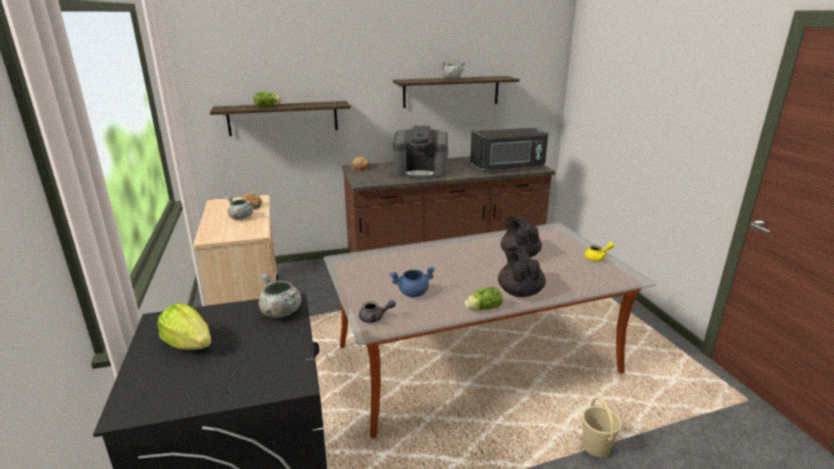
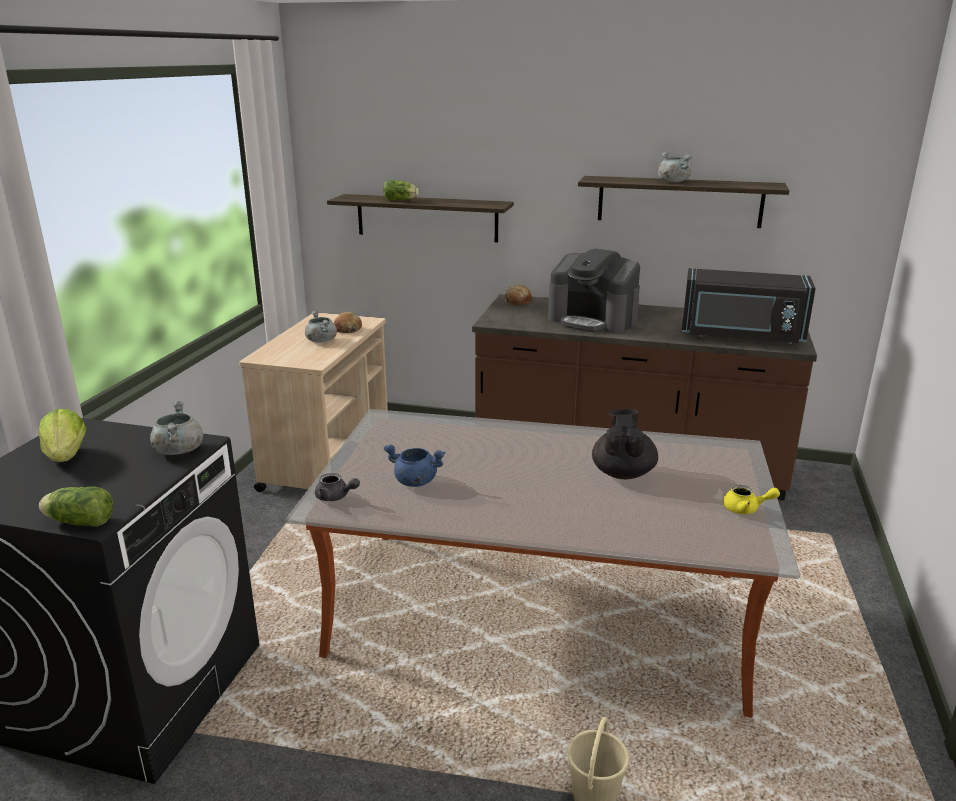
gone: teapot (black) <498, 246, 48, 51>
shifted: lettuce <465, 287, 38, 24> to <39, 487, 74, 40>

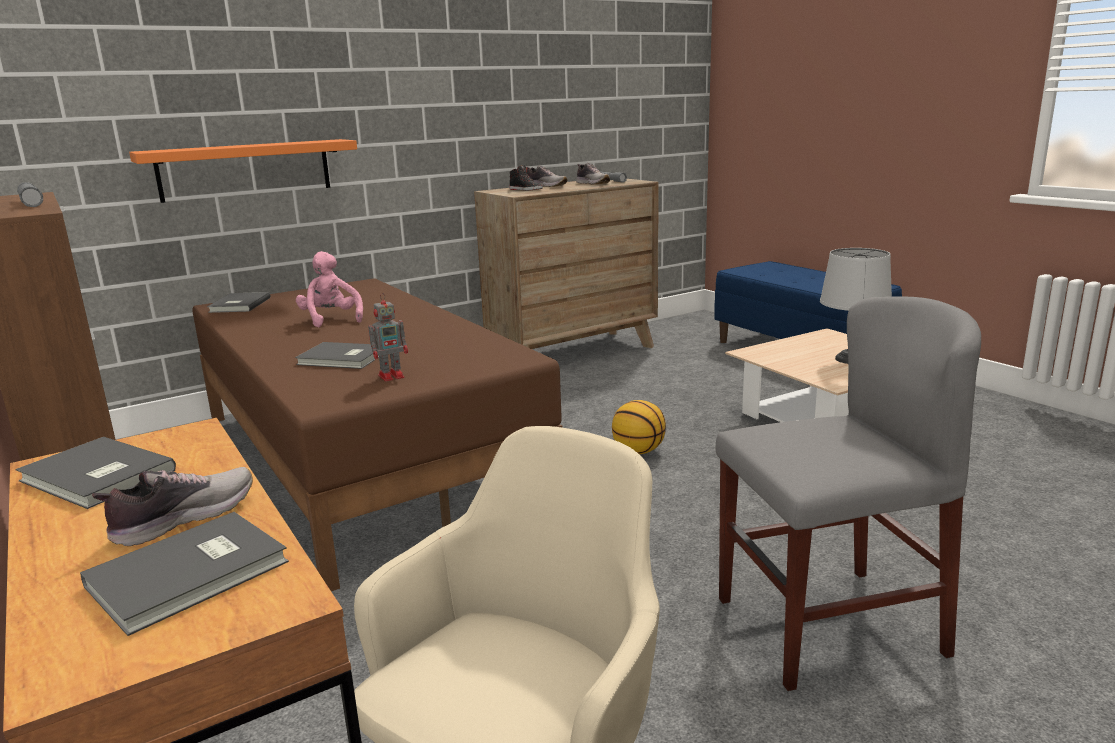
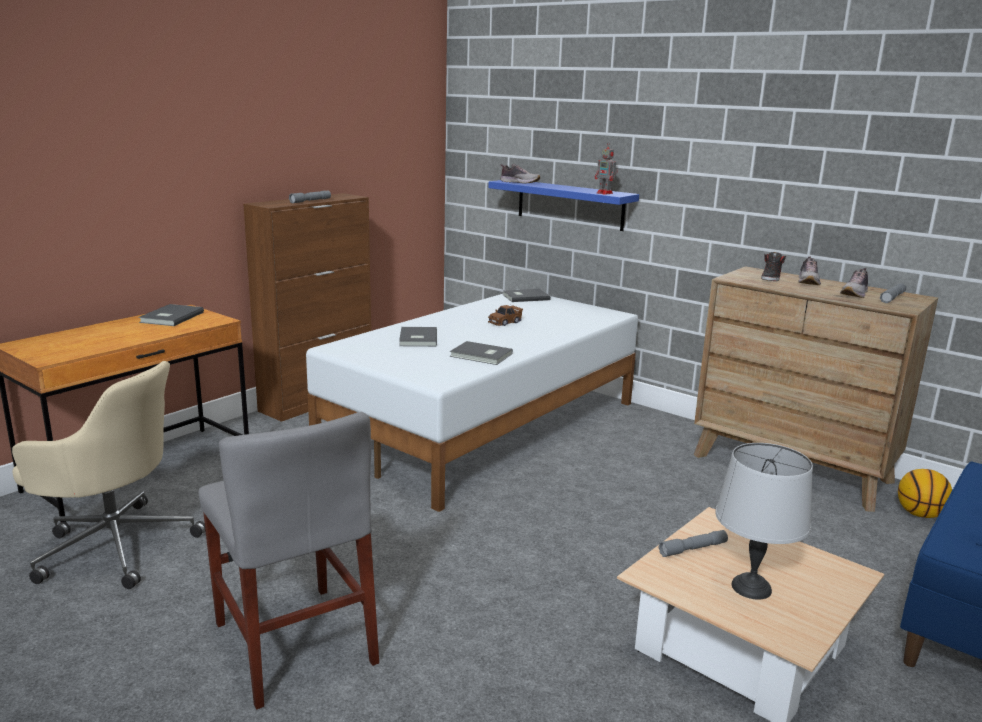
new: flashlight (grey) <658, 530, 70, 27>
shifted: book (grey) <80, 512, 209, 124> to <450, 341, 63, 24>; shoe <92, 467, 161, 79> to <500, 164, 40, 19>; toy robot <368, 293, 40, 88> to <595, 144, 23, 51>; basketball <612, 400, 54, 54> to <898, 469, 54, 49>
swapped: plush toy (pink) <296, 251, 67, 76> to toy car (brown) <488, 305, 35, 21>
repainted: bed (brown) <192, 278, 371, 313> to bed (white) <306, 289, 332, 223>; shelf (orange) <129, 139, 228, 64> to shelf (blue) <488, 180, 151, 51>

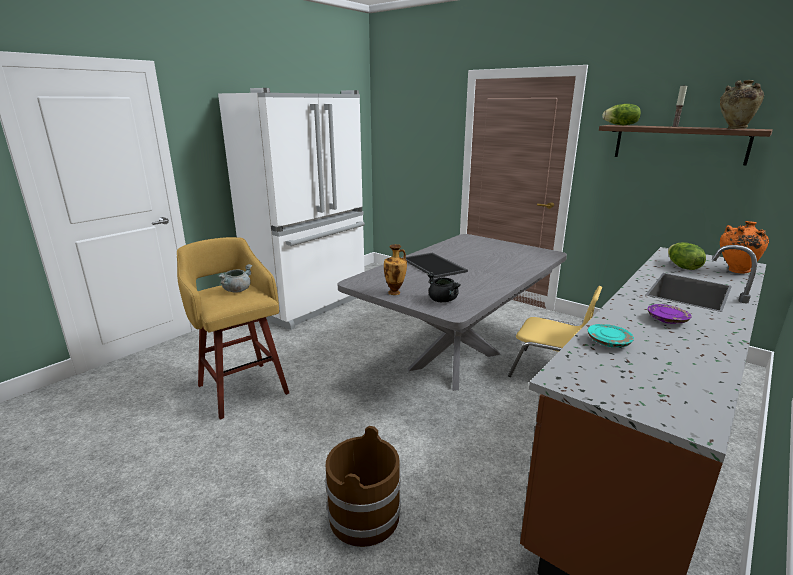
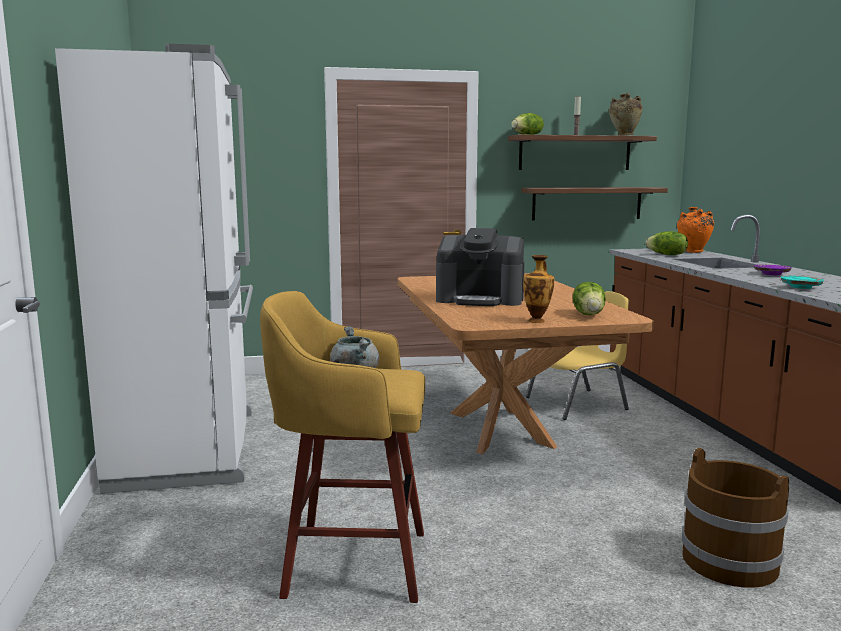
new: shelf <521, 187, 147, 33>
swapped: tray <406, 253, 62, 25> to coffee machine <436, 228, 89, 78>; cooking pot (black) <427, 272, 34, 30> to lettuce <573, 282, 33, 33>
repainted: dining table (grey) <338, 234, 229, 157> to dining table (brown) <398, 273, 256, 181>

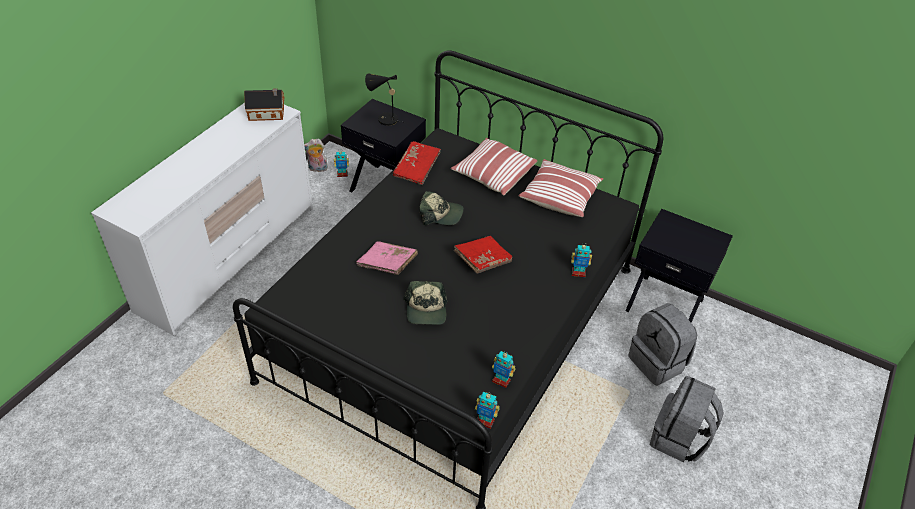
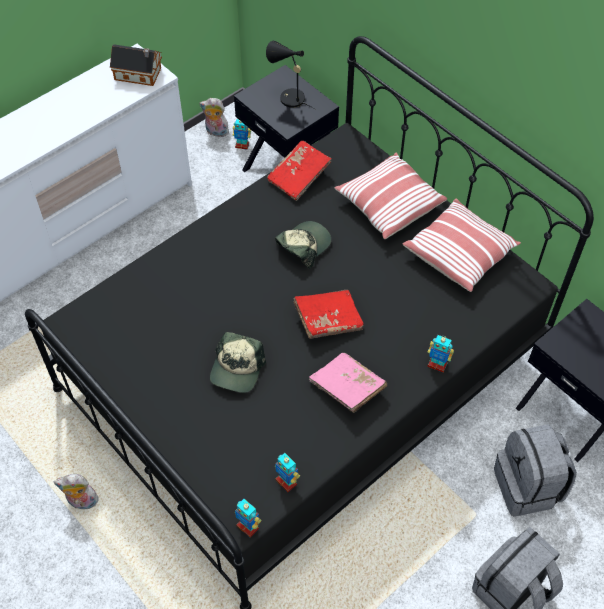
new: plush toy <54, 474, 45, 35>
shifted: book (pink) <356, 241, 62, 34> to <309, 353, 78, 60>
rotated: cap <419, 191, 45, 34> = <275, 221, 56, 48> 75 degrees counterclockwise

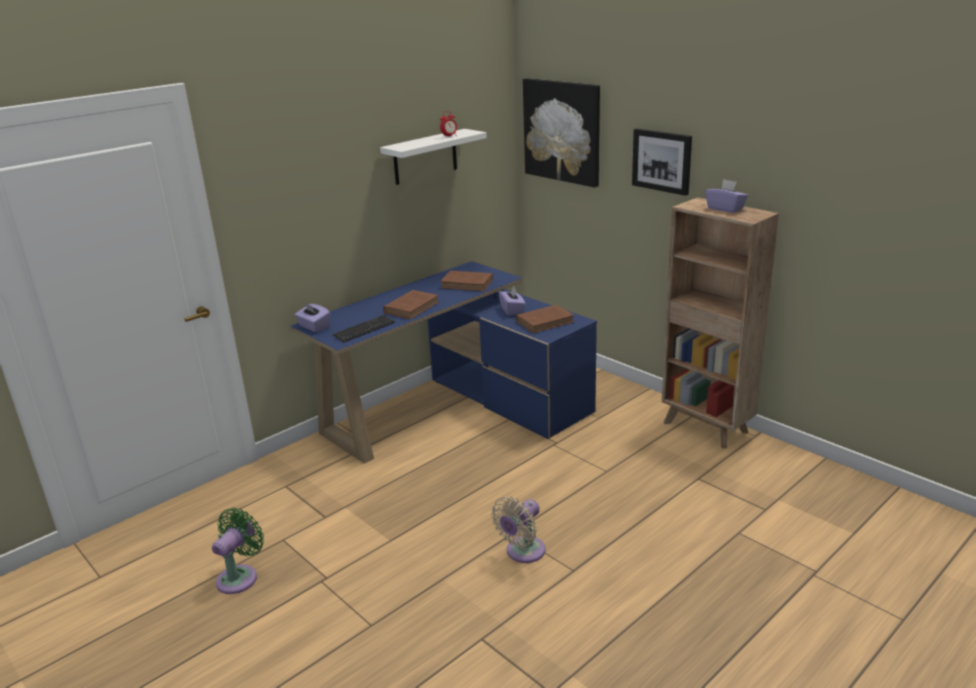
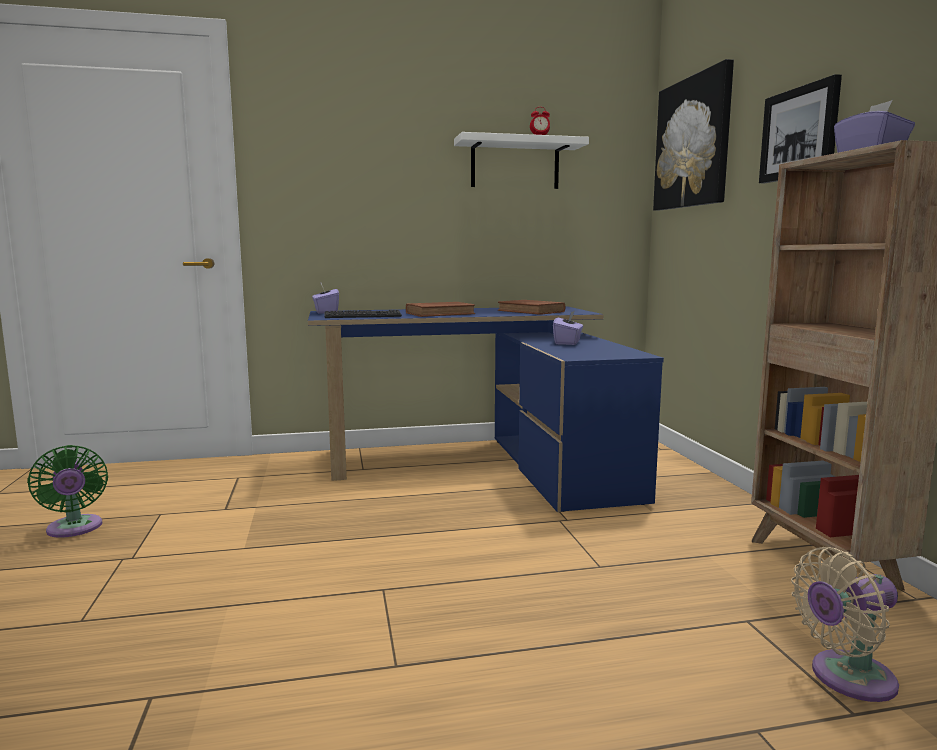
gone: book (brown) <516, 305, 58, 28>
shifted: fan (beige) <491, 497, 54, 66> to <791, 547, 108, 155>
rotated: fan (green) <212, 508, 52, 86> = <27, 445, 81, 93> 90 degrees clockwise

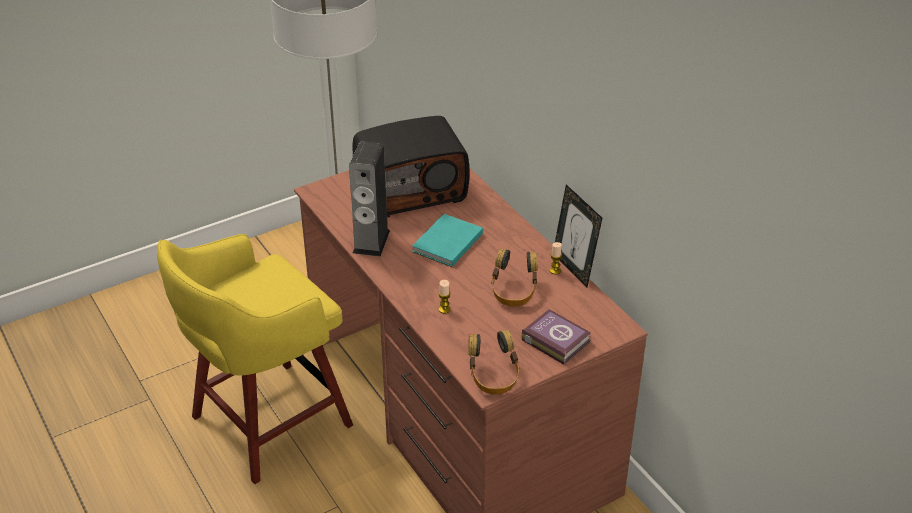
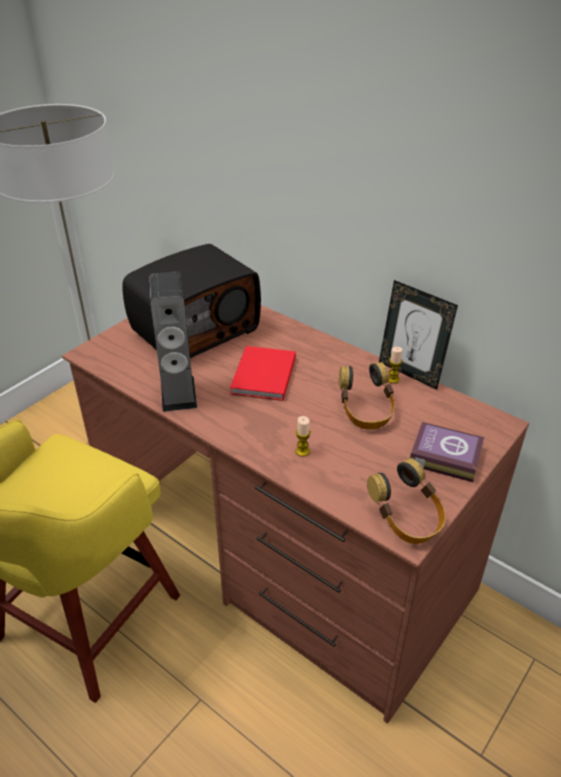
repainted: book (turquoise) <412, 214, 71, 53> to book (red) <230, 346, 66, 55>

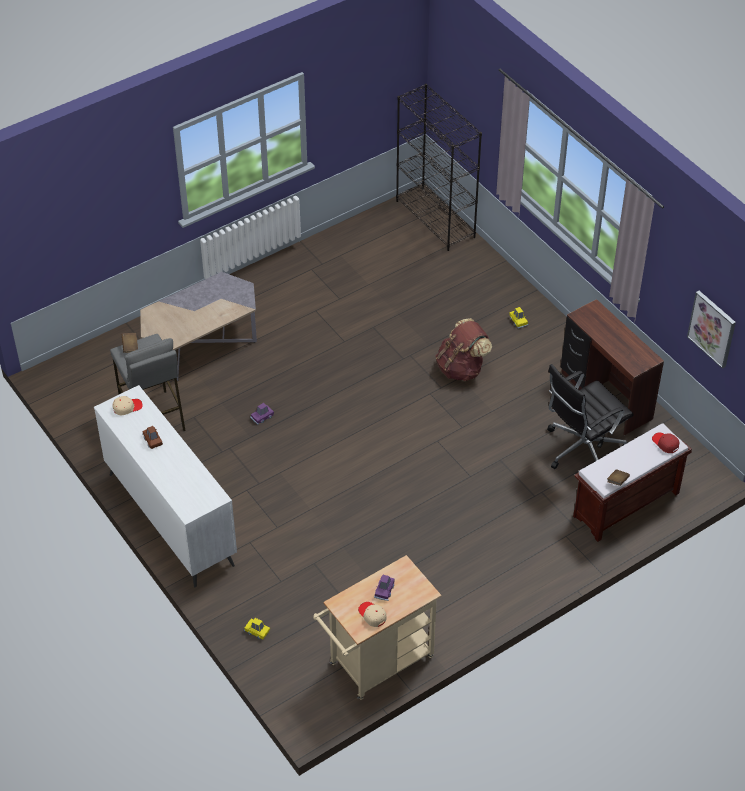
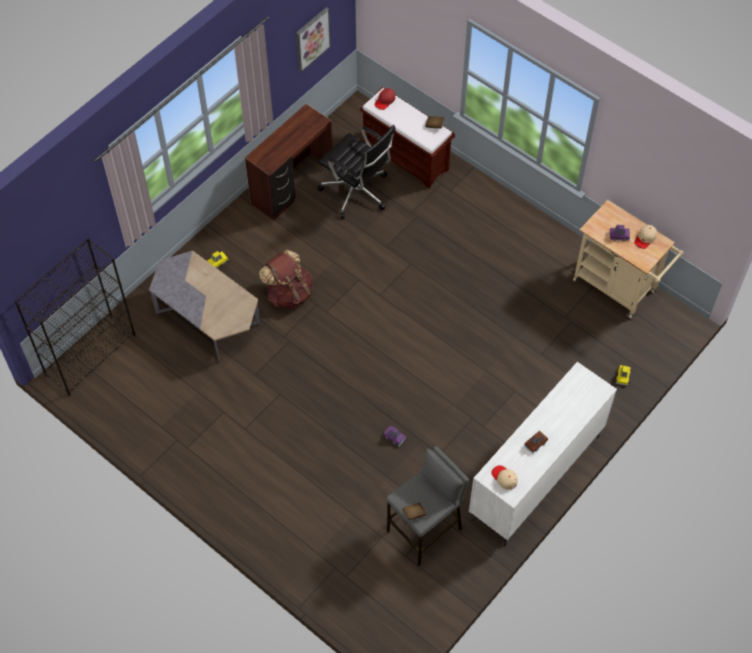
shifted: coffee table (grey) <140, 272, 117, 109> to <149, 251, 111, 111>

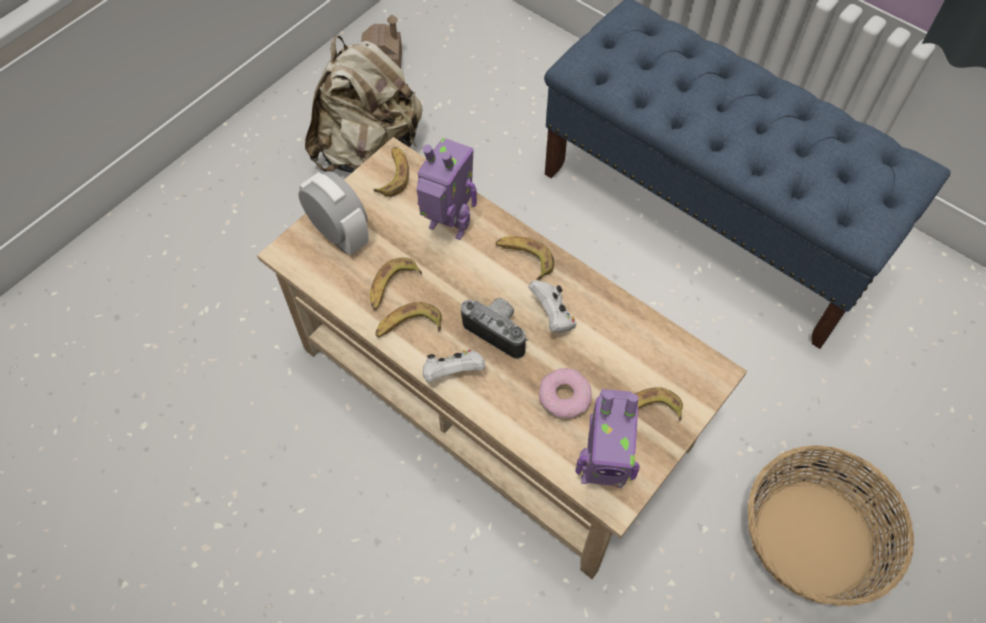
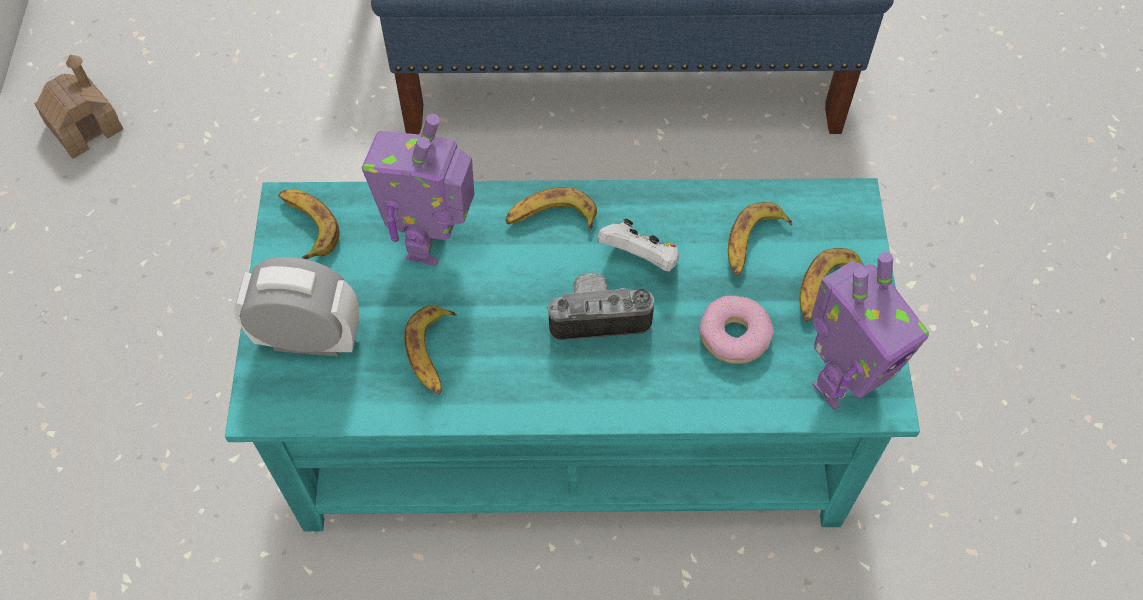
gone: backpack (beige) <305, 36, 118, 137>; game controller (white) <423, 350, 62, 32>; basket <748, 446, 166, 160>
shifted: banana <375, 302, 67, 36> to <728, 202, 64, 74>
repainted: coffee table (beige) <257, 137, 490, 442> to coffee table (turquoise) <225, 178, 695, 353>
rotated: toy robot <417, 138, 60, 102> = <362, 113, 112, 153> 60 degrees counterclockwise

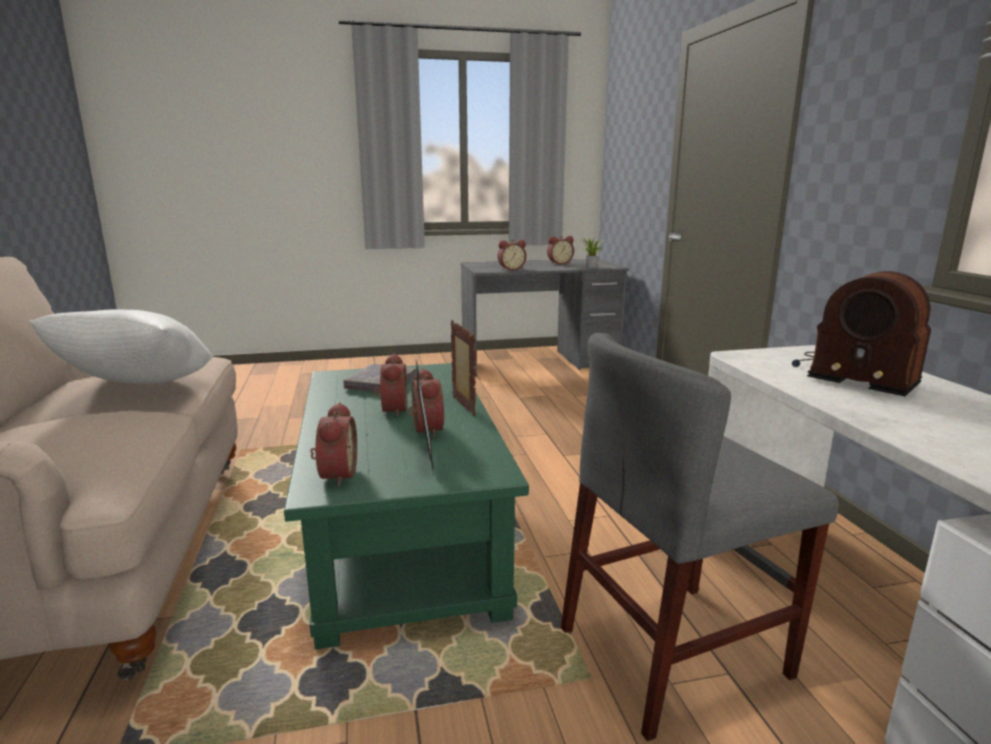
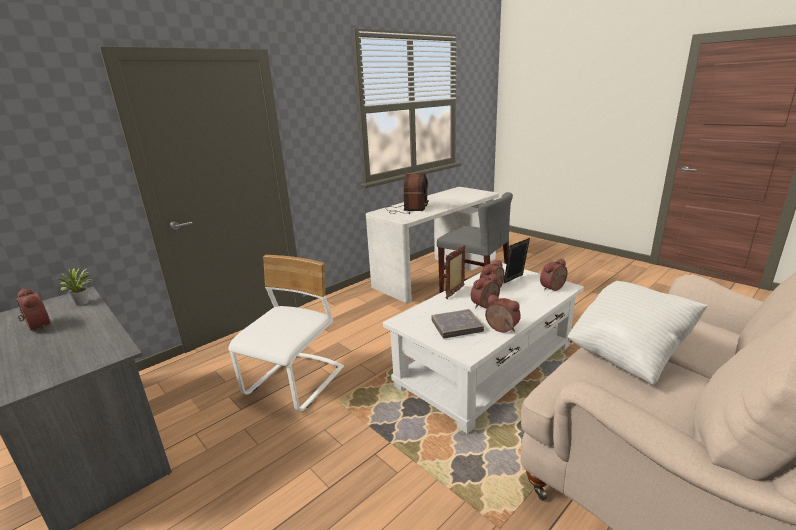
new: chair (white) <228, 255, 116, 156>
shifted: alarm clock <498, 240, 28, 30> to <485, 294, 36, 39>
repainted: coffee table (green) <284, 363, 245, 287> to coffee table (white) <383, 263, 201, 171>

